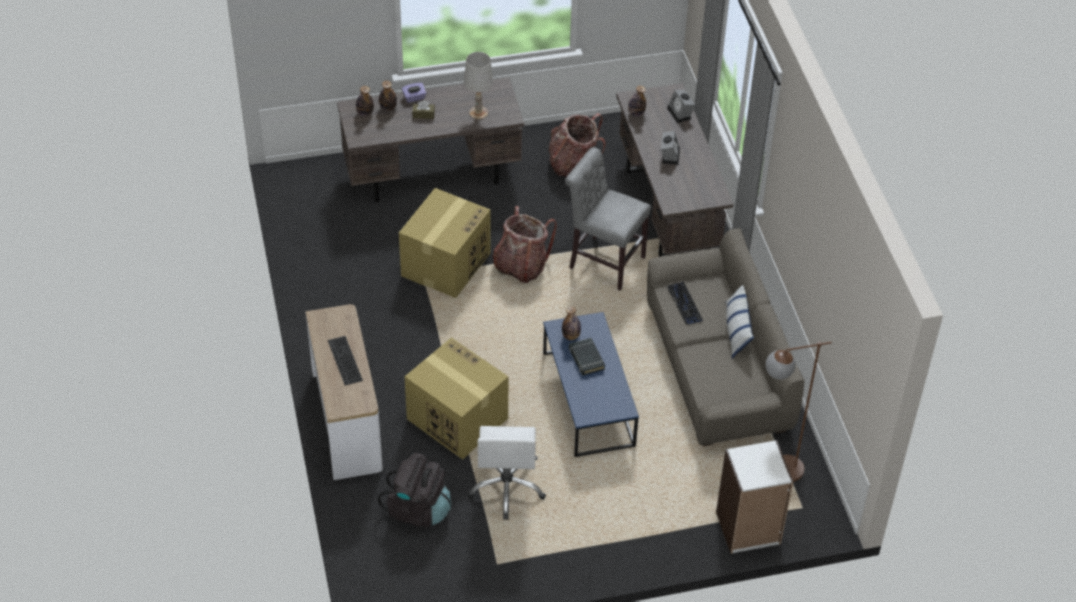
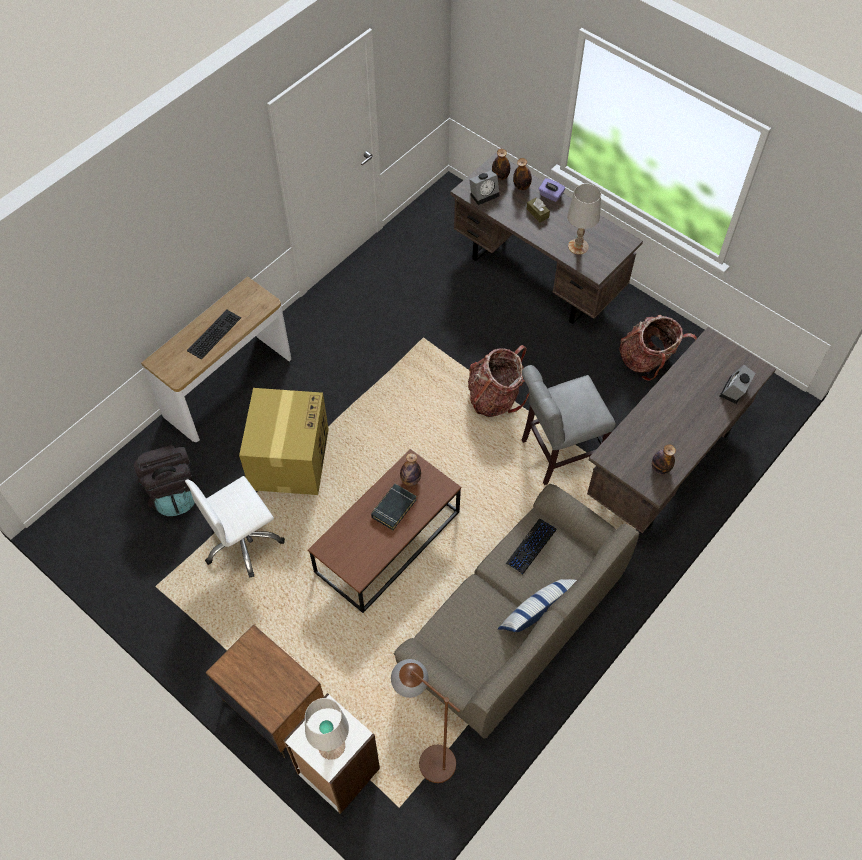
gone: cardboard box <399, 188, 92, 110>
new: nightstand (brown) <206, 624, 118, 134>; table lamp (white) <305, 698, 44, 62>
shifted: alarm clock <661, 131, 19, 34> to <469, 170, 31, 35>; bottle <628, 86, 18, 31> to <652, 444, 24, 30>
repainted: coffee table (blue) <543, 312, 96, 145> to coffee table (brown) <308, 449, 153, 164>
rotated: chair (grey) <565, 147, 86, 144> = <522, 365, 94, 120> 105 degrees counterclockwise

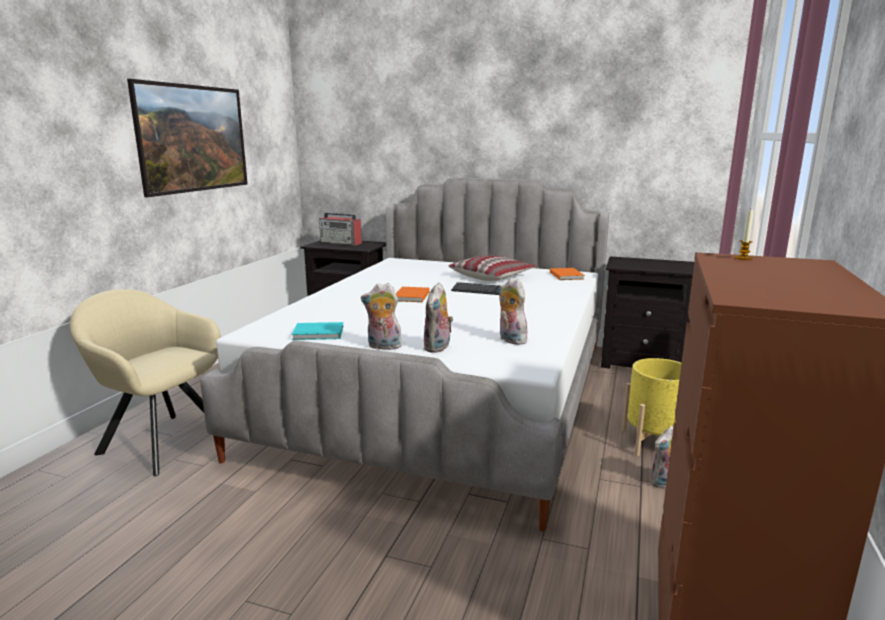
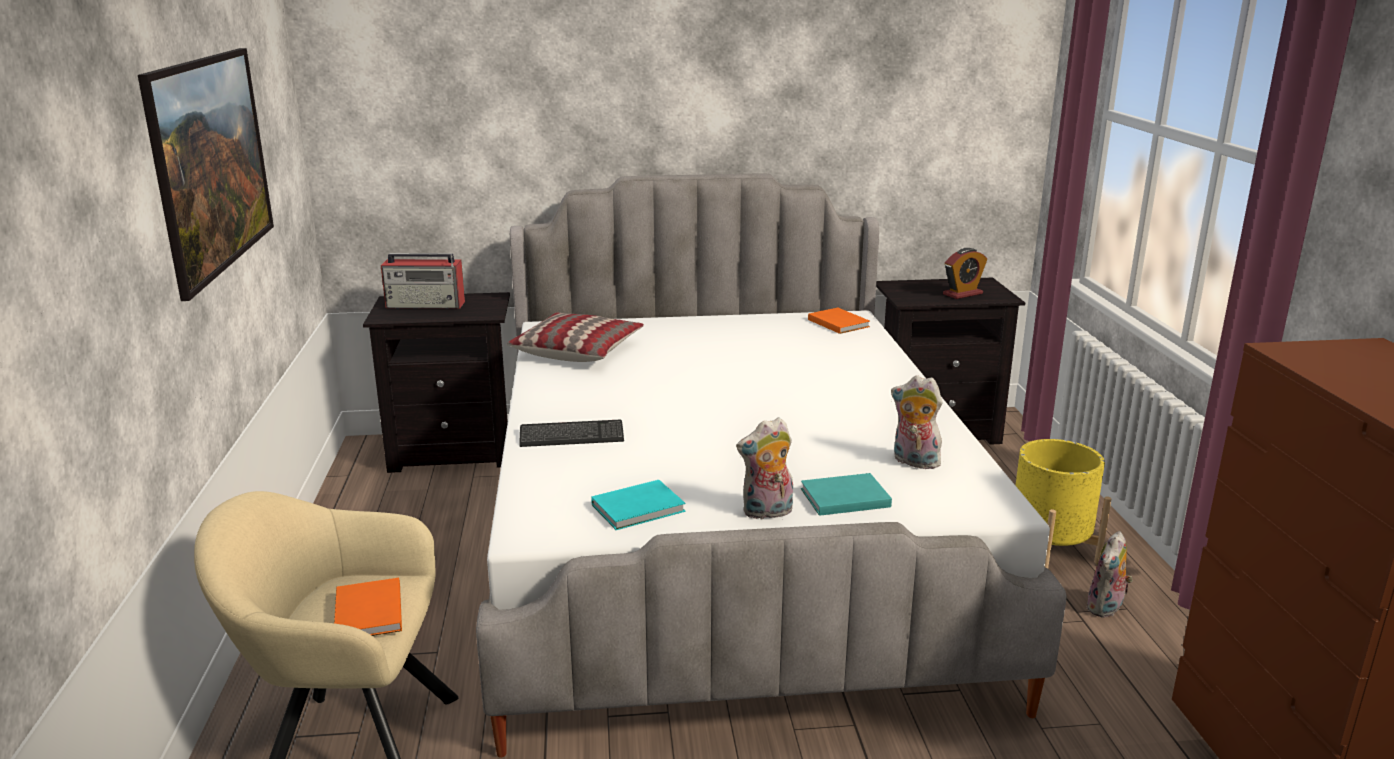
gone: candle <734, 210, 19, 50>
new: alarm clock <943, 248, 44, 51>
shifted: book (orange) <396, 287, 34, 15> to <334, 578, 68, 58>; pillow <448, 255, 88, 26> to <507, 313, 137, 49>; keyboard <451, 282, 49, 13> to <519, 420, 105, 27>
swapped: plush toy <423, 282, 30, 71> to book (turquoise) <801, 473, 91, 43>

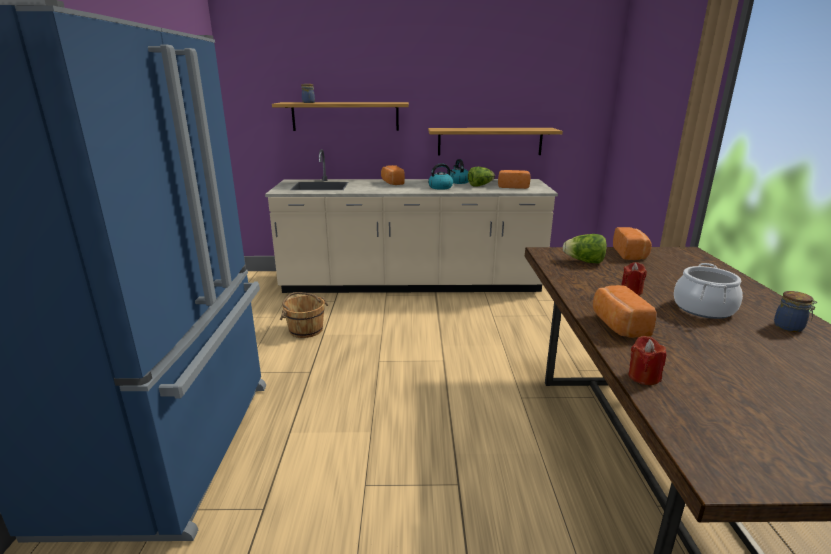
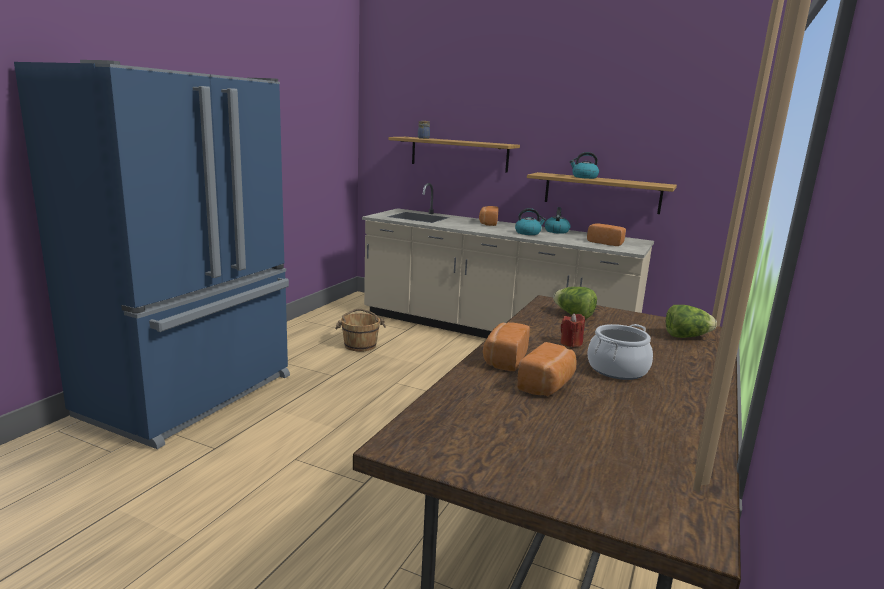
gone: candle (red) <629, 336, 38, 49>; jar <774, 291, 43, 41>
new: kettle <569, 152, 30, 27>
shifted: bread <613, 227, 39, 33> to <517, 342, 60, 54>; lettuce <468, 167, 27, 20> to <666, 305, 51, 33>

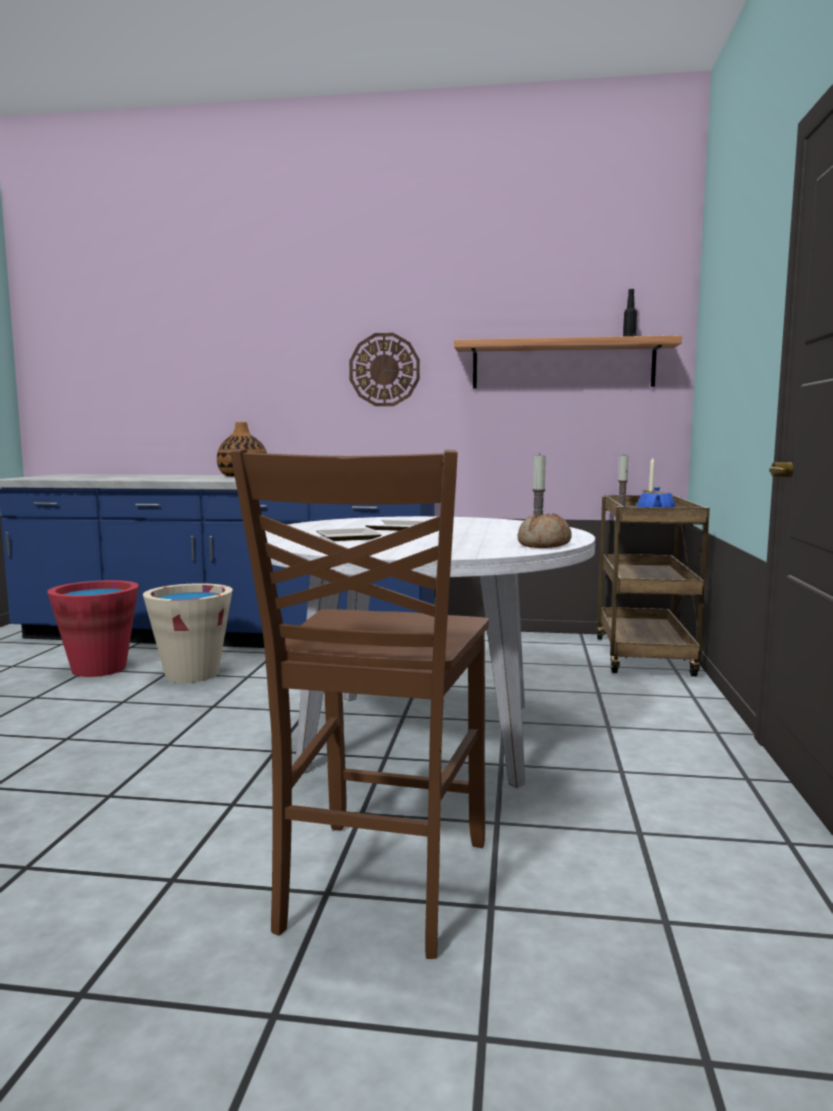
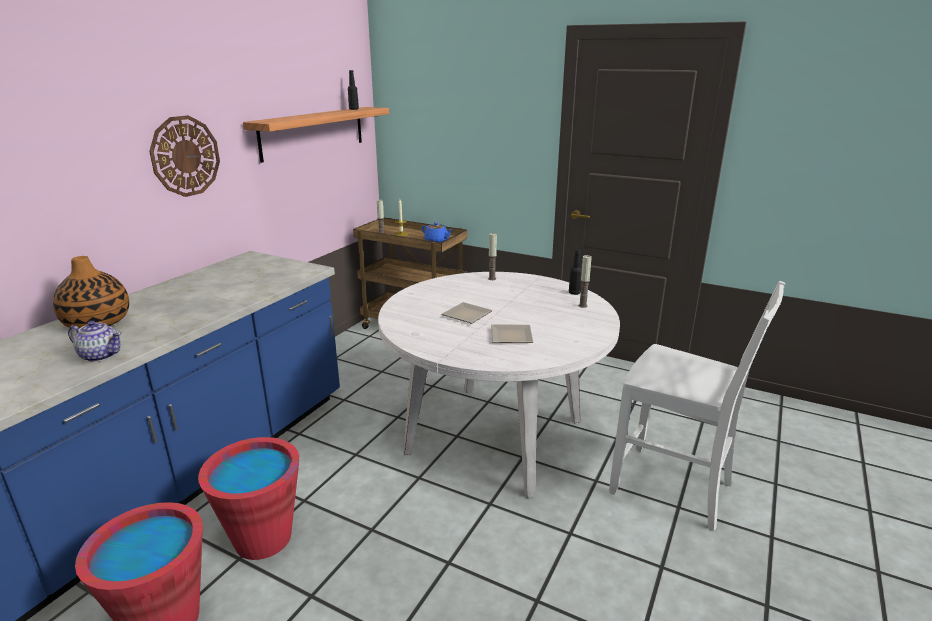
new: teapot <68, 321, 54, 41>; candle <578, 255, 14, 53>
swapped: bread <517, 513, 55, 35> to bottle (black) <569, 249, 13, 46>
repainted: bucket (beige) <143, 583, 90, 100> to bucket (red) <198, 437, 101, 123>; chair (brown) <230, 449, 259, 510> to chair (white) <609, 281, 176, 250>

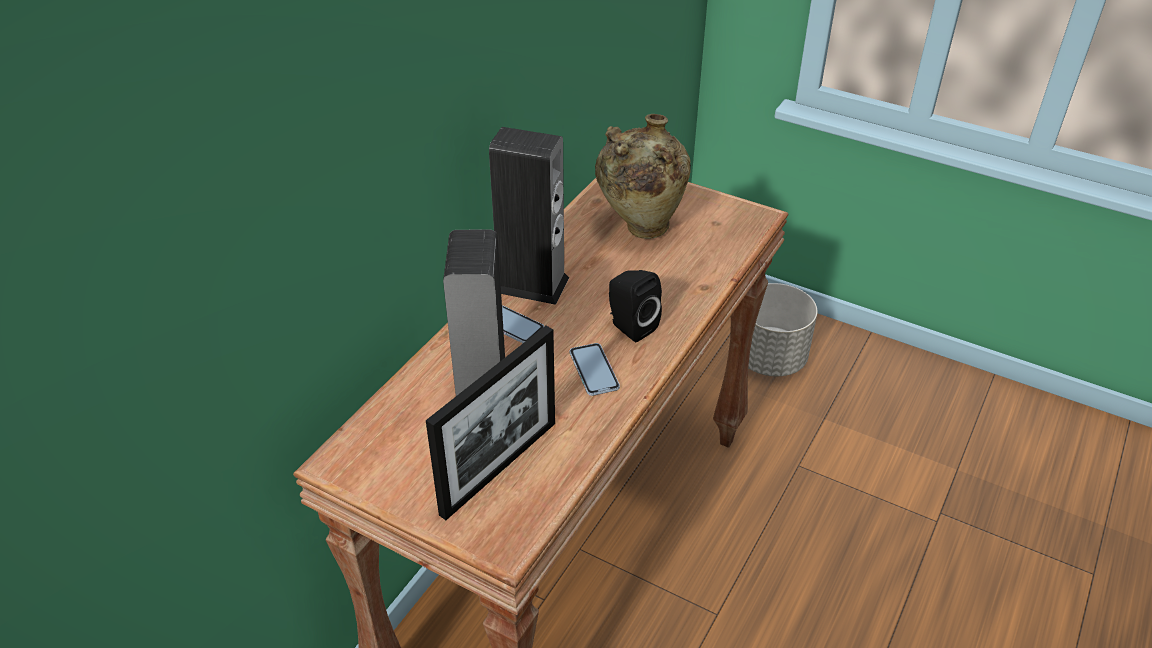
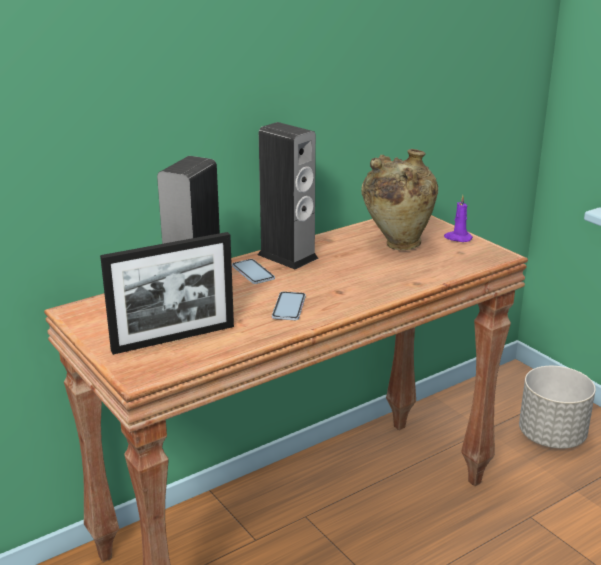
gone: speaker (black) <609, 270, 53, 72>
new: candle (purple) <444, 195, 29, 47>

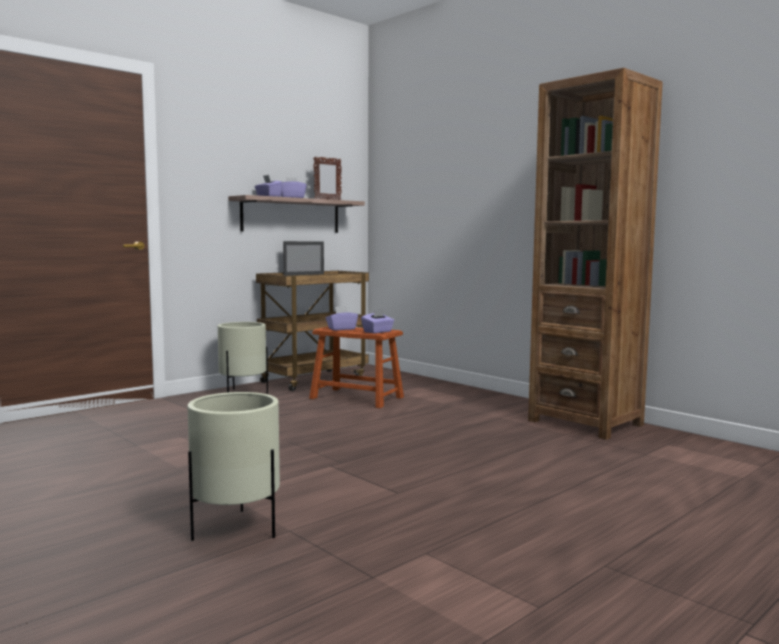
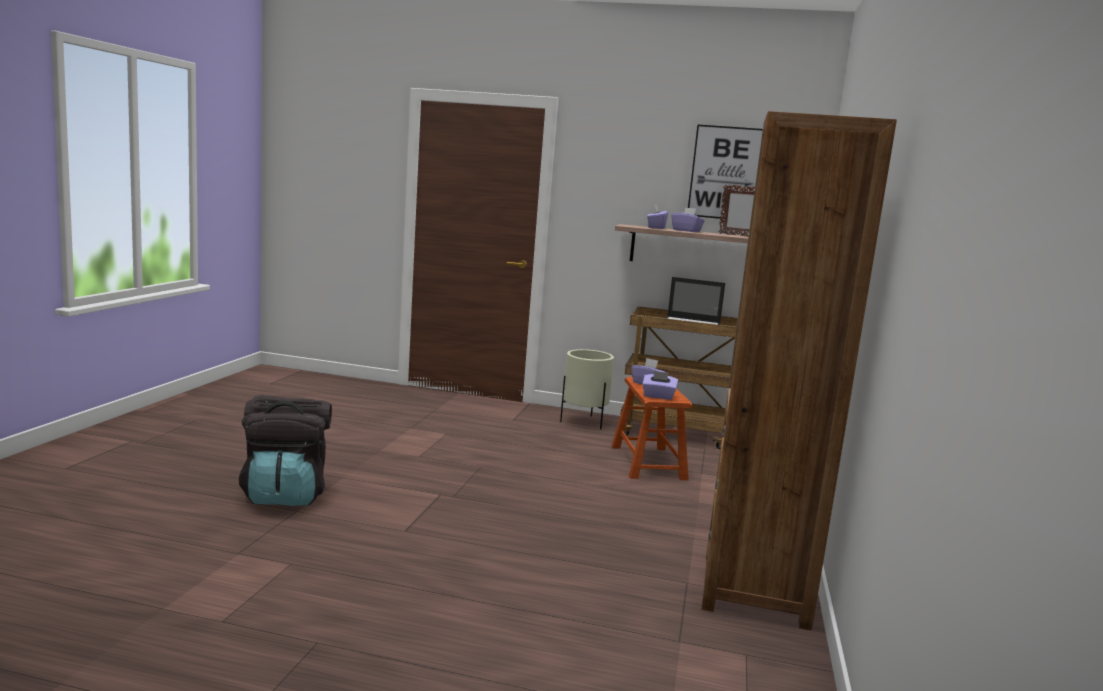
new: picture <688, 124, 75, 95>
swapped: planter (beige) <187, 392, 93, 149> to backpack (black) <239, 395, 93, 111>

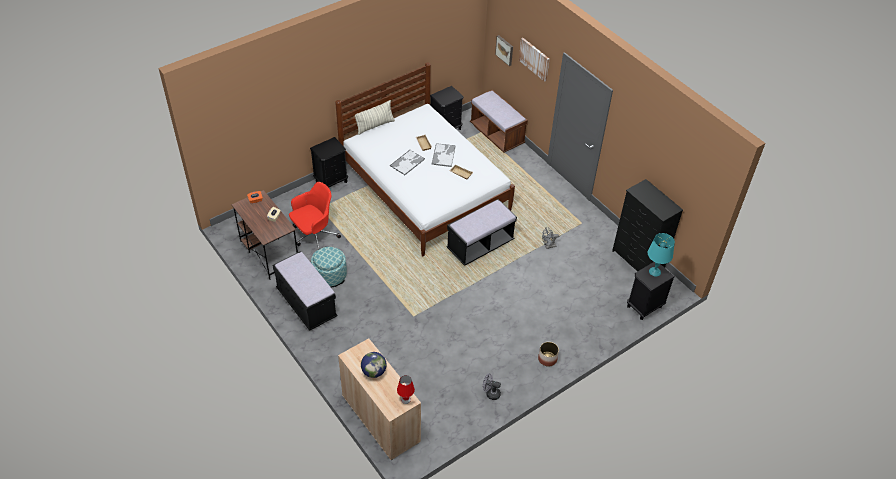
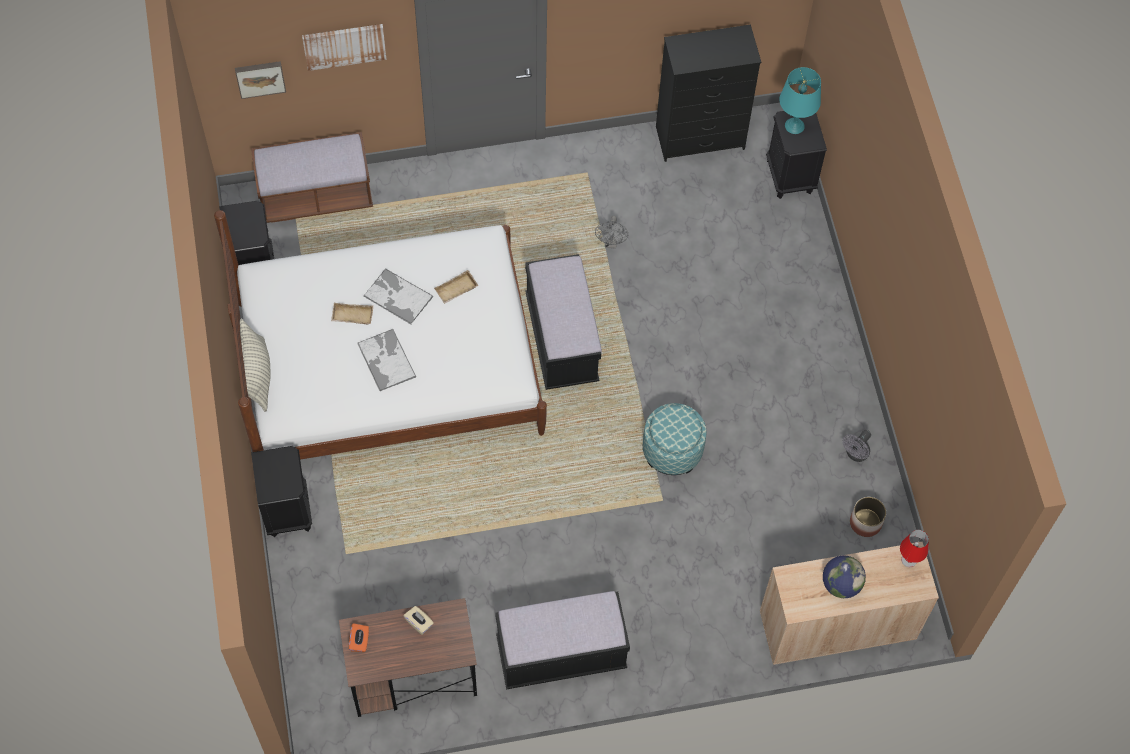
gone: office chair (red) <289, 182, 52, 68>
shifted: ottoman <311, 247, 36, 40> to <643, 403, 64, 72>; planter <538, 342, 21, 24> to <850, 497, 36, 40>

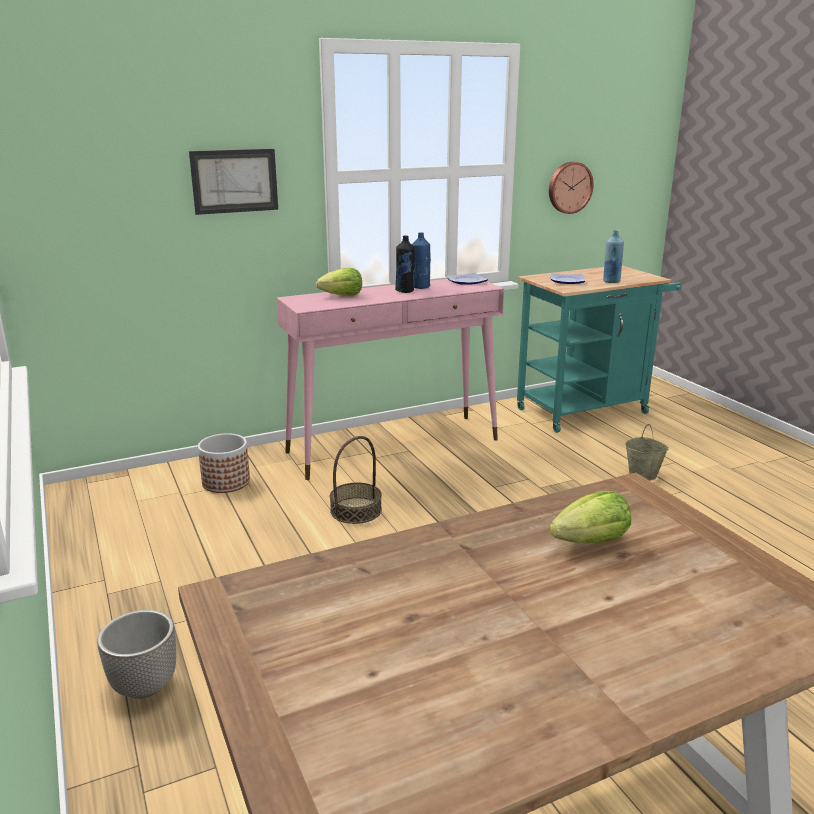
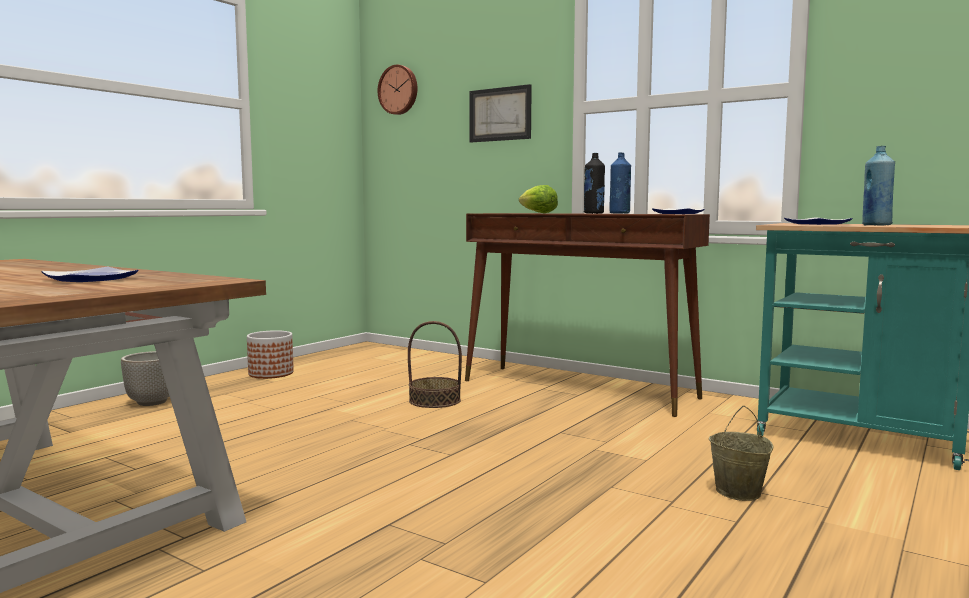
shifted: planter <198, 433, 52, 60> to <247, 330, 47, 49>; wall clock <549, 162, 45, 52> to <378, 65, 39, 50>
swapped: lettuce <550, 491, 81, 52> to plate <41, 267, 98, 15>
repainted: console table (pink) <276, 279, 228, 201> to console table (brown) <465, 213, 245, 204>

